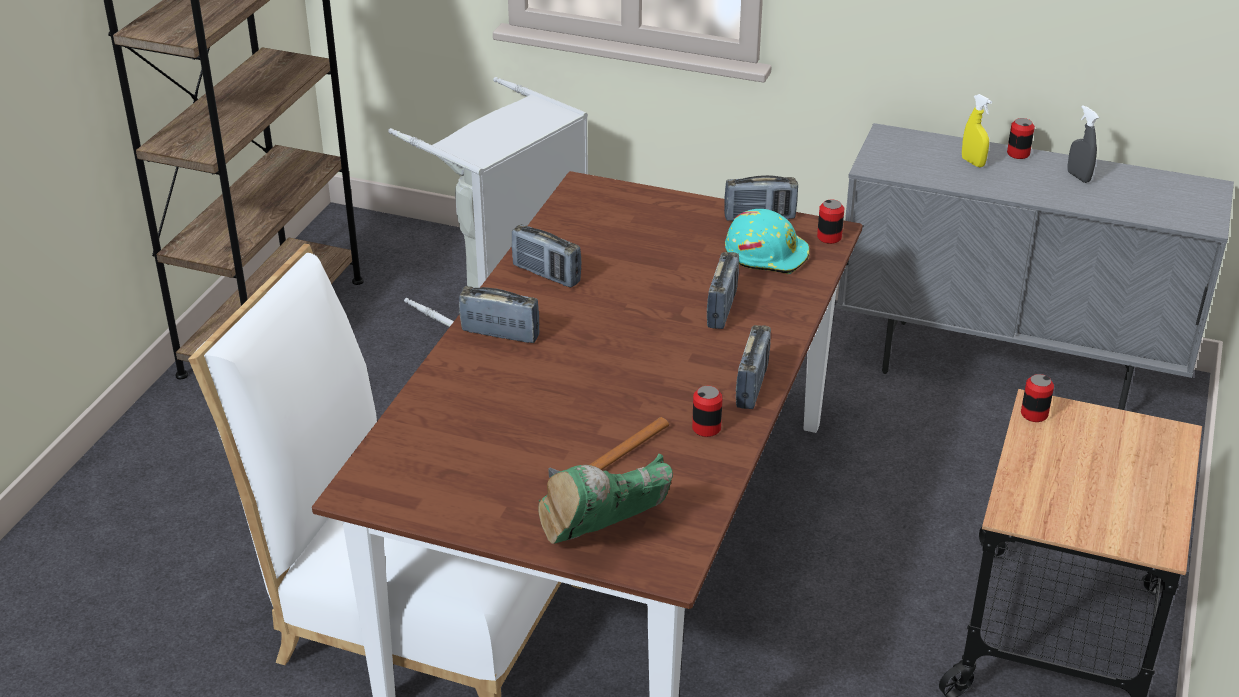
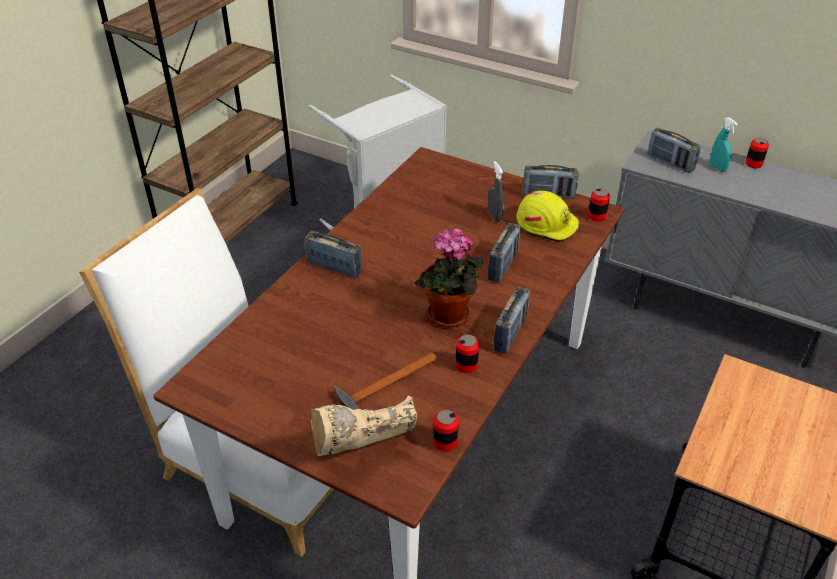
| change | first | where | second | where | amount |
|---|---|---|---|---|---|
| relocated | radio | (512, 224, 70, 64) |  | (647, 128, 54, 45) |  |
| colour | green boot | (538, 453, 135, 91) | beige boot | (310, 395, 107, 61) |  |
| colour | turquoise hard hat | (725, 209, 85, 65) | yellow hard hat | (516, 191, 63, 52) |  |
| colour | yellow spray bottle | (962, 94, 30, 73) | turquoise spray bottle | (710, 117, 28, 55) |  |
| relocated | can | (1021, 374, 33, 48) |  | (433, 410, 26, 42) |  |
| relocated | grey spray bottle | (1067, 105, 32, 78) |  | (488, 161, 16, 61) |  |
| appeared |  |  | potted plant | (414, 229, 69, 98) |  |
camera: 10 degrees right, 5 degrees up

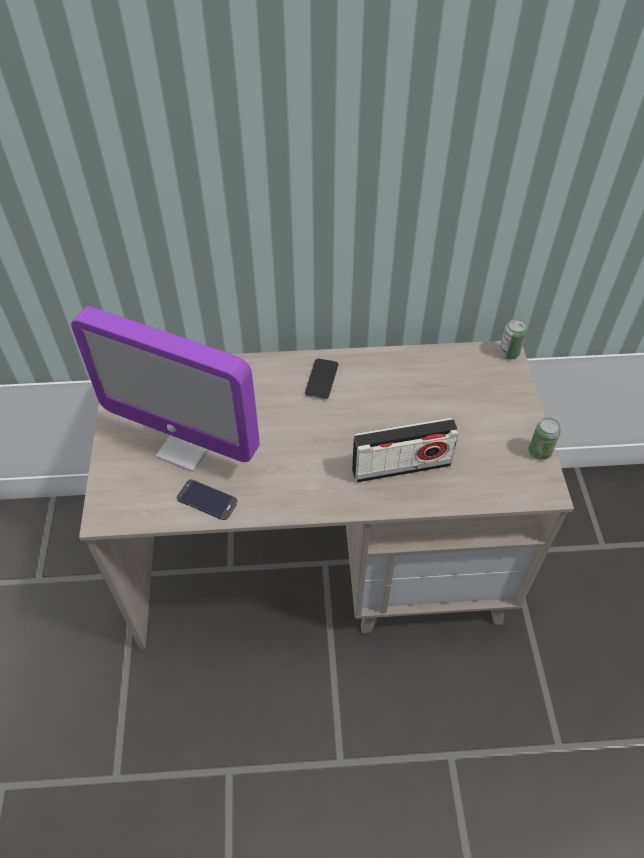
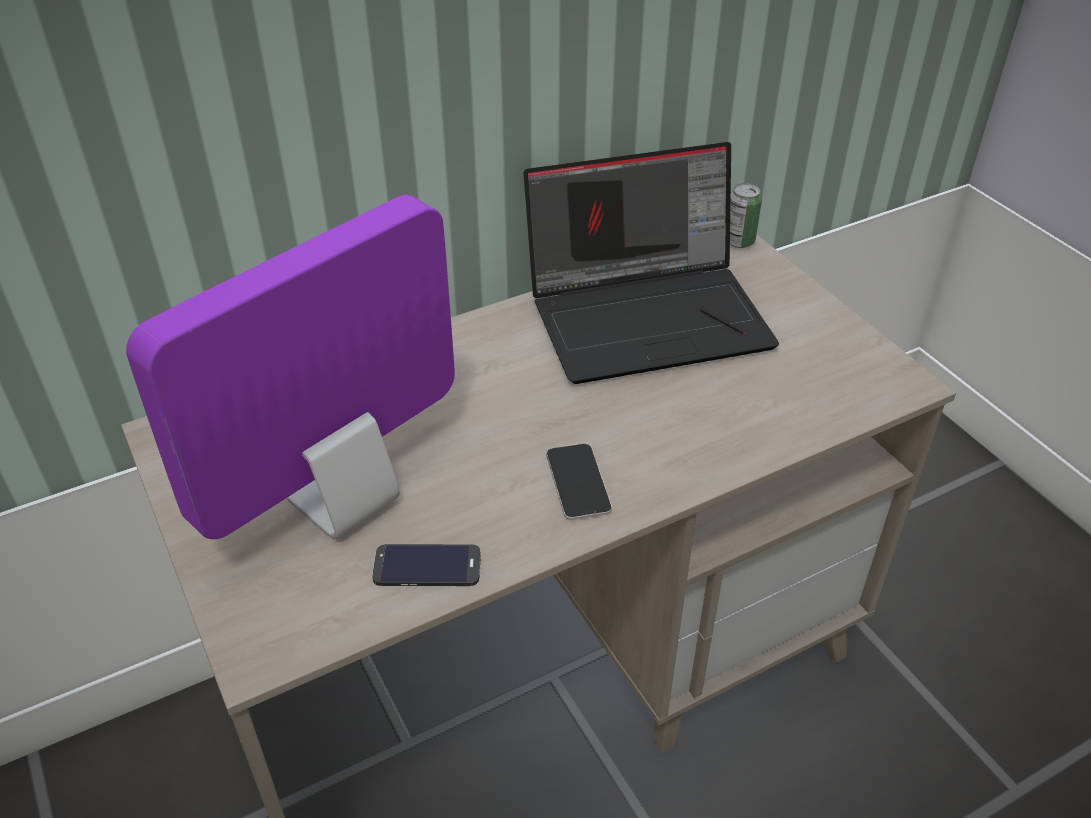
| change | first | where | second | where | amount |
|---|---|---|---|---|---|
| spun | monitor | (71, 306, 189, 166) |  | (126, 195, 329, 344) | 135 degrees clockwise |
| relocated | phone | (304, 358, 35, 43) |  | (546, 443, 66, 77) |  |
| missing | radio | (352, 418, 107, 65) |  |  |  |
| missing | can | (529, 418, 32, 42) |  |  |  |
| appeared |  |  | laptop | (524, 142, 255, 242) |  |
camera: 25 degrees left, 10 degrees down

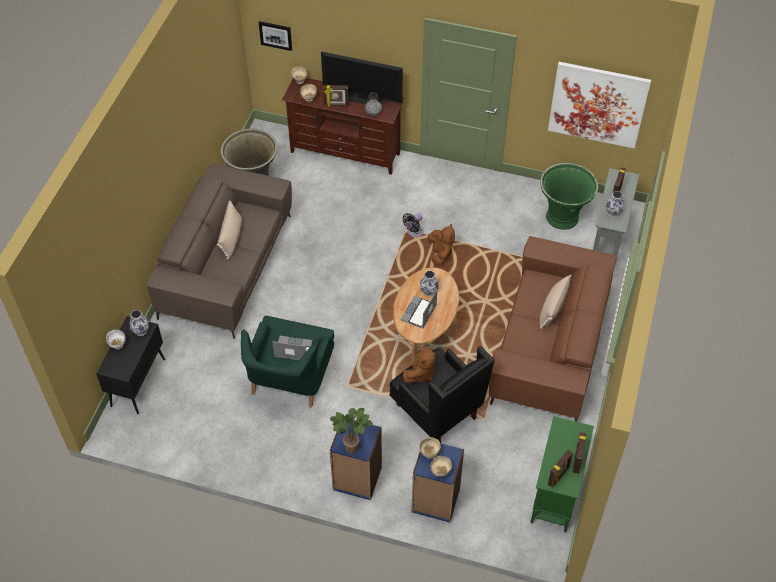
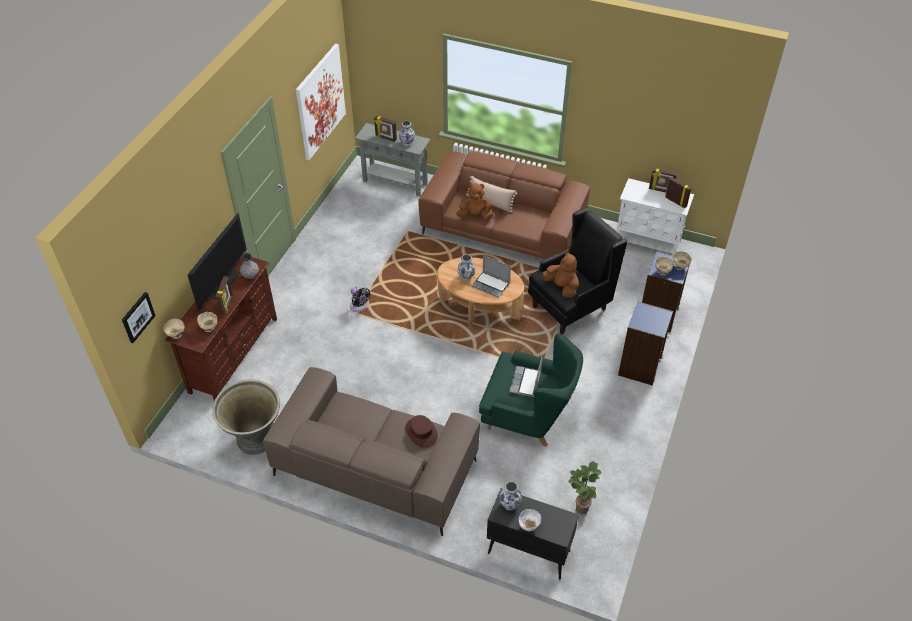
| change | first | where | second | where | amount |
|---|---|---|---|---|---|
| missing | beige pillow | (217, 201, 25, 58) |  |  |  |
| relocated | potted plant | (330, 408, 43, 46) |  | (568, 461, 34, 54) |  |
| relocated | brown plush toy | (428, 224, 27, 42) |  | (456, 182, 38, 39) |  |
| colour | green cabinet | (530, 416, 64, 116) | white cabinet | (616, 178, 78, 78) |  |
| missing | green planter | (540, 163, 58, 67) |  |  |  |
| appeared |  |  | brown hat | (405, 415, 33, 33) |  |
camera: 85 degrees left, 5 degrees down

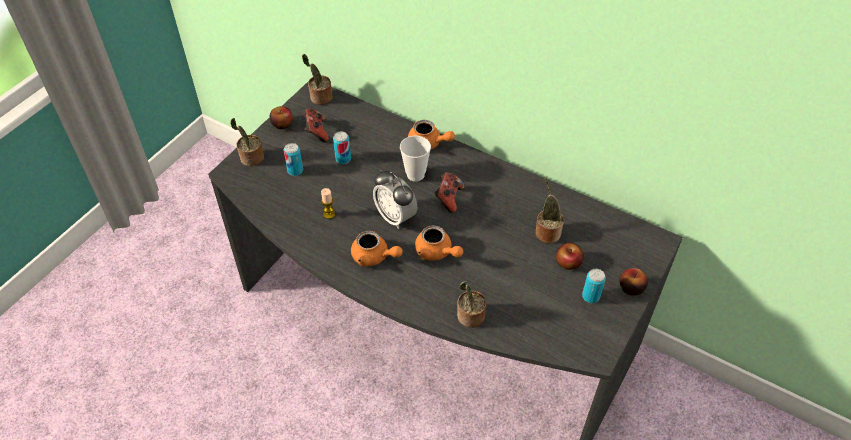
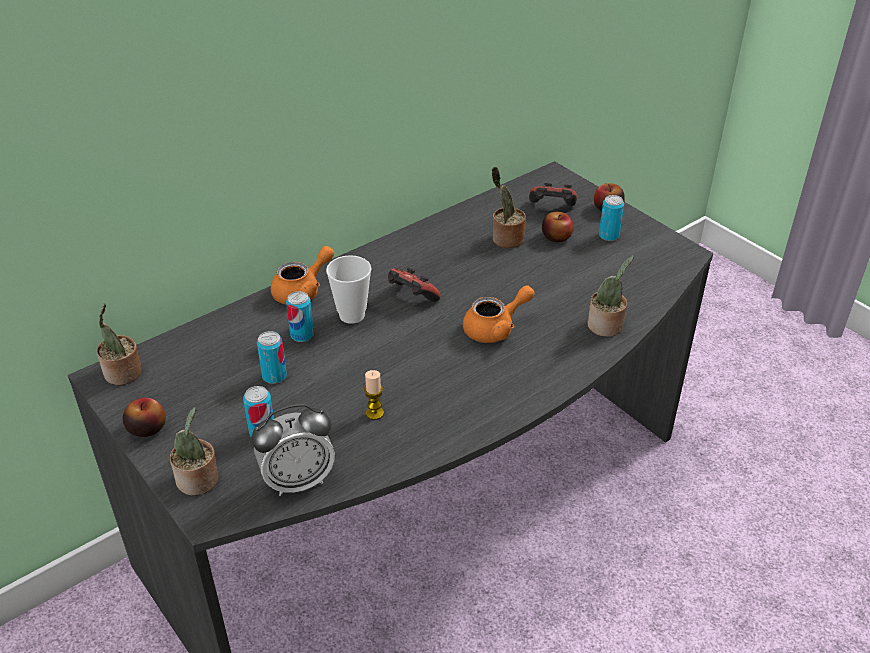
| change | first | where | second | where | amount |
|---|---|---|---|---|---|
| relocated | game controller | (302, 109, 27, 34) |  | (529, 183, 48, 23) |  |
| missing | orange teapot | (351, 231, 52, 35) |  |  |  |
| relocated | alarm clock | (373, 170, 44, 59) |  | (251, 404, 84, 92) |  |
| appeared |  |  | can | (286, 291, 28, 51) |  |
camera: 70 degrees left, 10 degrees down

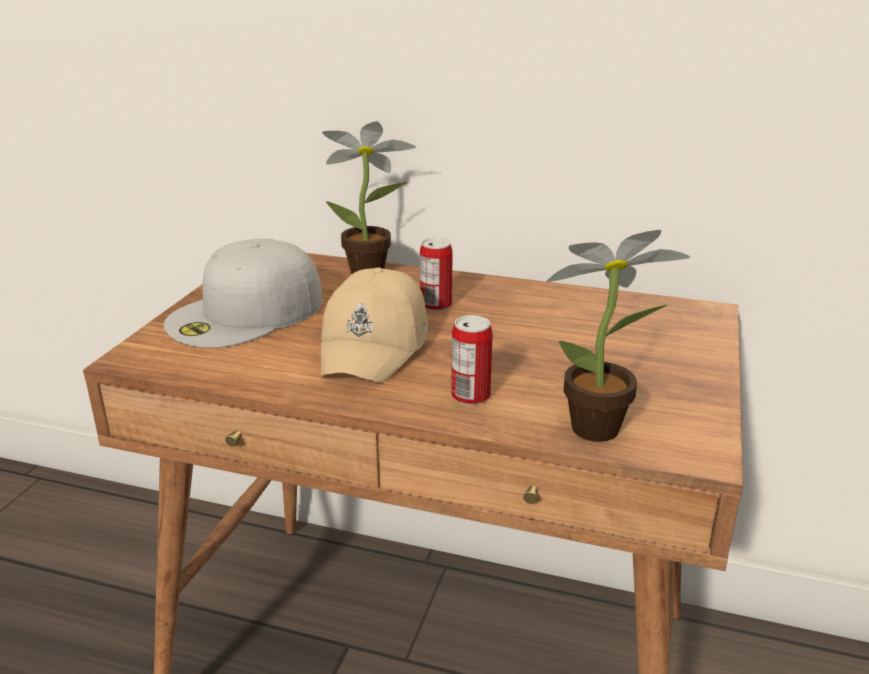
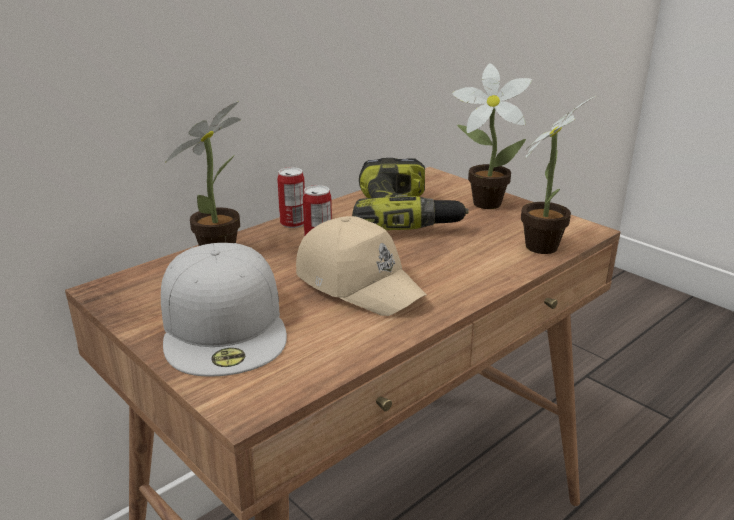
| change | first | where | second | where | amount |
|---|---|---|---|---|---|
| relocated | can | (451, 315, 42, 90) |  | (277, 167, 28, 61) |  |
| appeared |  |  | power drill | (352, 158, 117, 72) |  |
| appeared |  |  | potted plant | (452, 63, 80, 146) |  |
camera: 60 degrees left, 0 degrees up

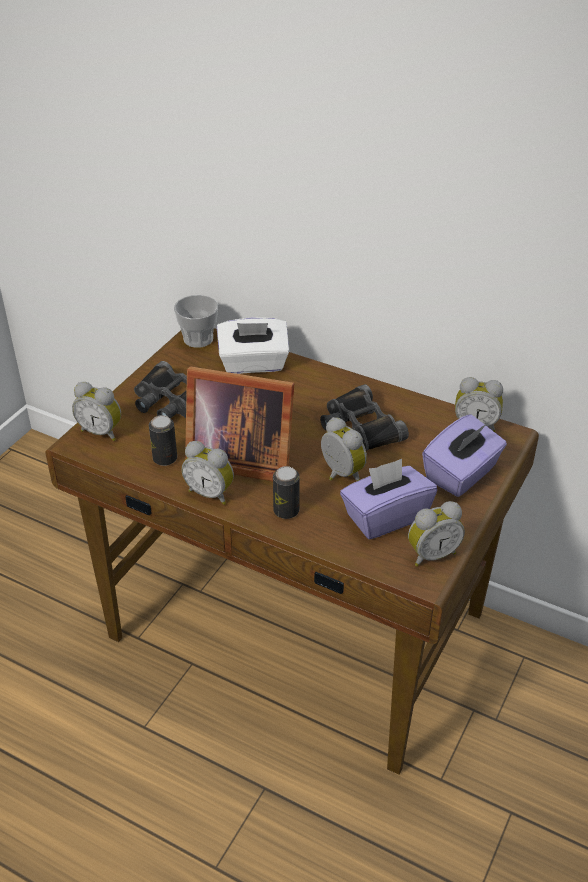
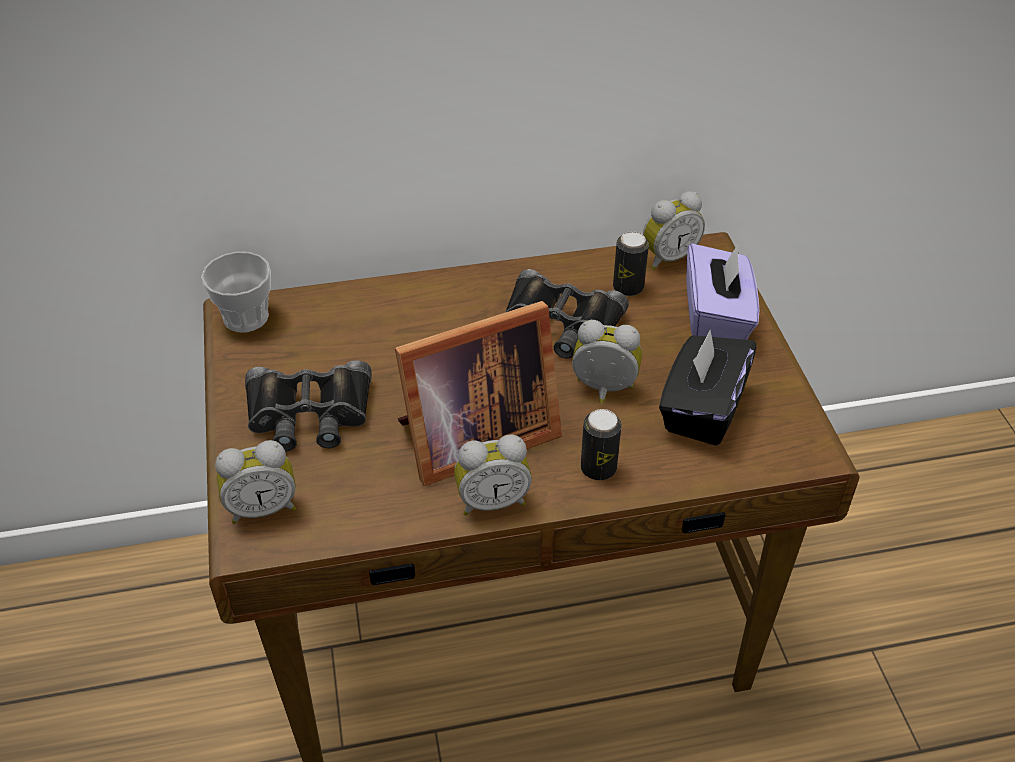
| change | first | where | second | where | amount |
|---|---|---|---|---|---|
| relocated | can | (149, 415, 28, 51) |  | (613, 231, 36, 65) |  |
| missing | white tissue box | (217, 318, 73, 56) |  |  |  |
| colour | purple tissue box | (340, 459, 97, 80) | black tissue box | (659, 330, 98, 116) |  |
| missing | alarm clock | (408, 501, 57, 66) |  |  |  |
camera: 40 degrees left, 5 degrees up

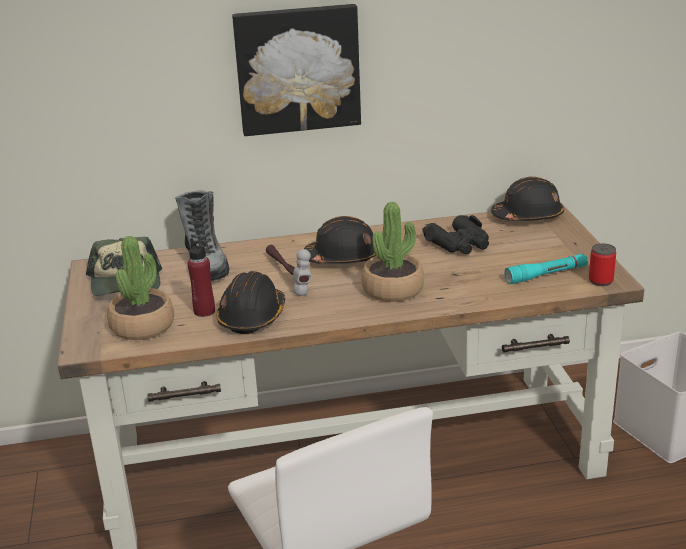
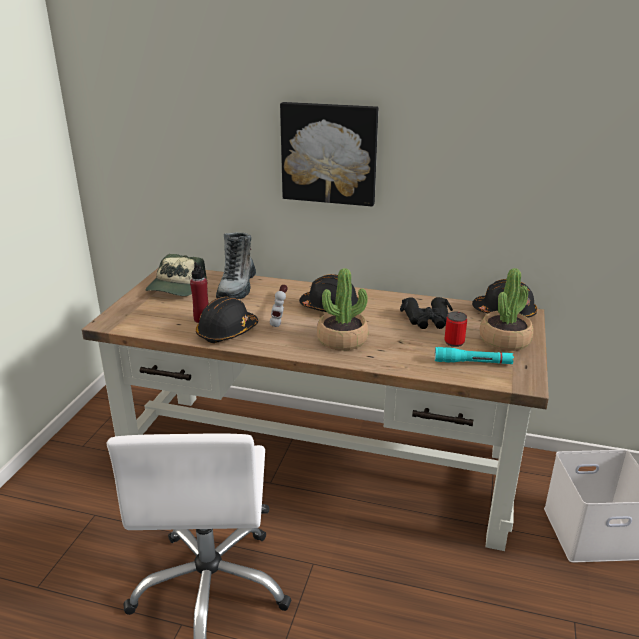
| change | first | where | second | where | amount |
|---|---|---|---|---|---|
| relocated | potted plant | (107, 236, 67, 104) |  | (480, 268, 53, 83) |  |
| relocated | can | (589, 243, 27, 43) |  | (444, 312, 23, 35) |  |
camera: 25 degrees right, 0 degrees up

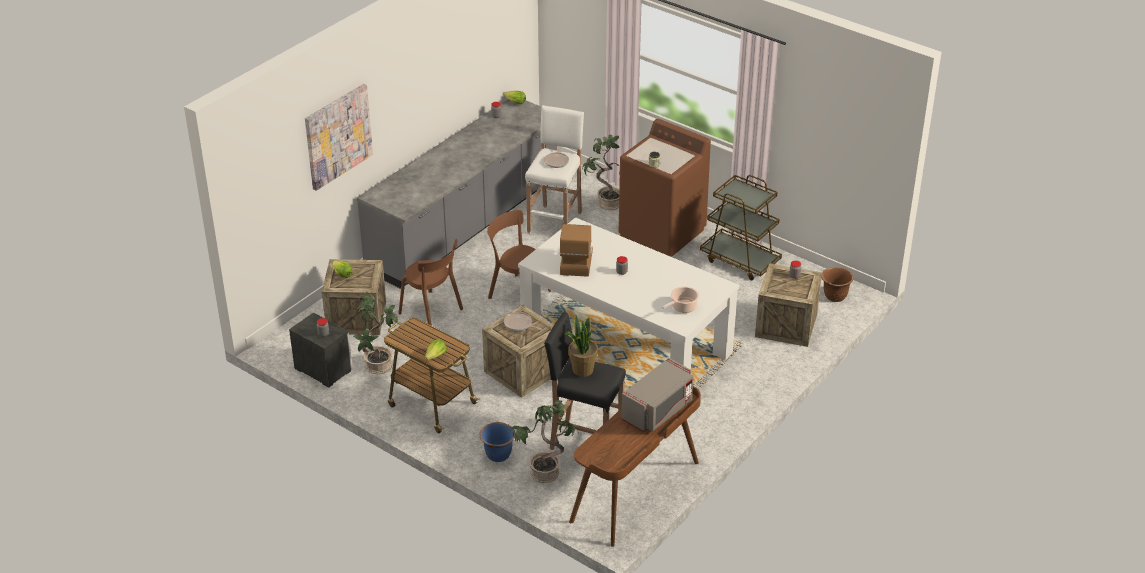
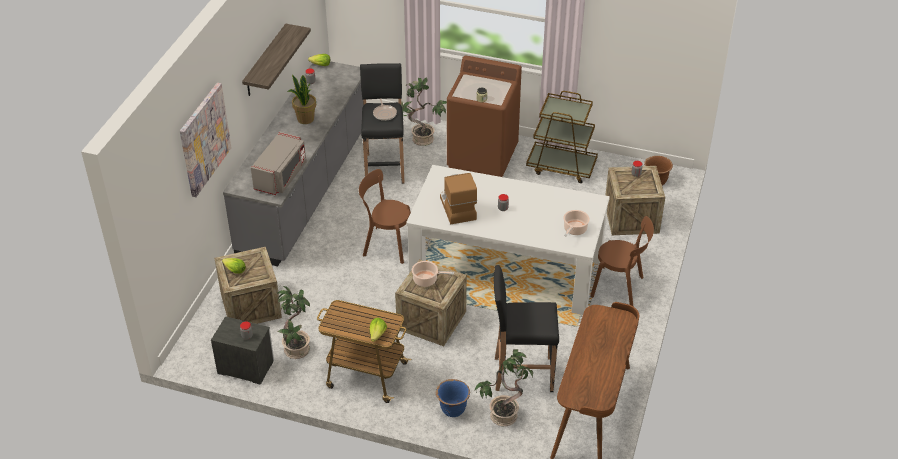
| change | first | where | second | where | amount |
|---|---|---|---|---|---|
| relocated | brown chair | (398, 239, 65, 87) |  | (590, 216, 64, 90) |  |
| exchanged | frying pan | (504, 312, 38, 19) | cooking pot | (412, 261, 42, 26) |  |
| colour | white stool | (525, 105, 59, 129) | black stool | (360, 63, 45, 121) |  |
| relocated | potted plant | (564, 314, 34, 63) |  | (288, 74, 28, 50) |  |
| relocated | grey microwave | (621, 358, 72, 74) |  | (251, 132, 56, 63) |  |
| appeared |  |  | shelf | (242, 24, 69, 72) |  |
camera: 20 degrees left, 5 degrees up

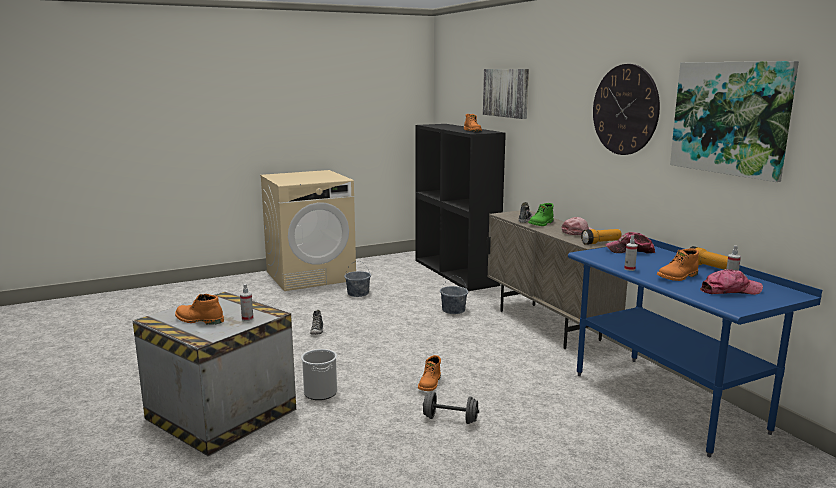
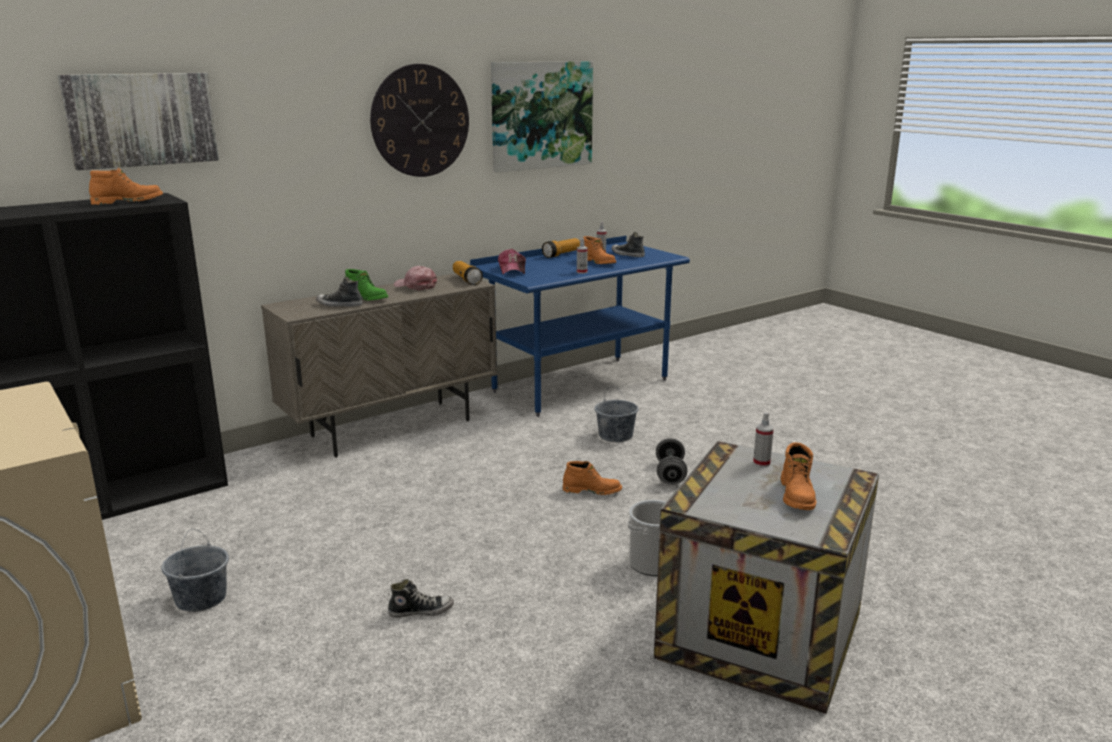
| change | first | where | second | where | amount |
|---|---|---|---|---|---|
| relocated | grey bucket | (440, 275, 28, 39) |  | (594, 386, 45, 56) |  |
| exchanged | cap | (700, 269, 63, 26) | shoe | (612, 232, 33, 25) |  |
camera: 100 degrees left, 5 degrees up

